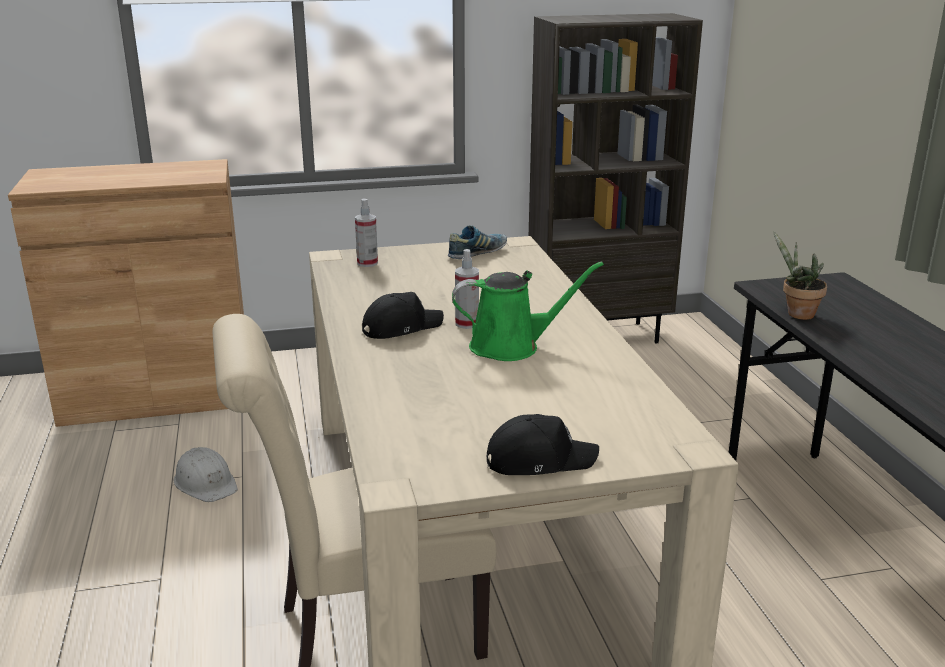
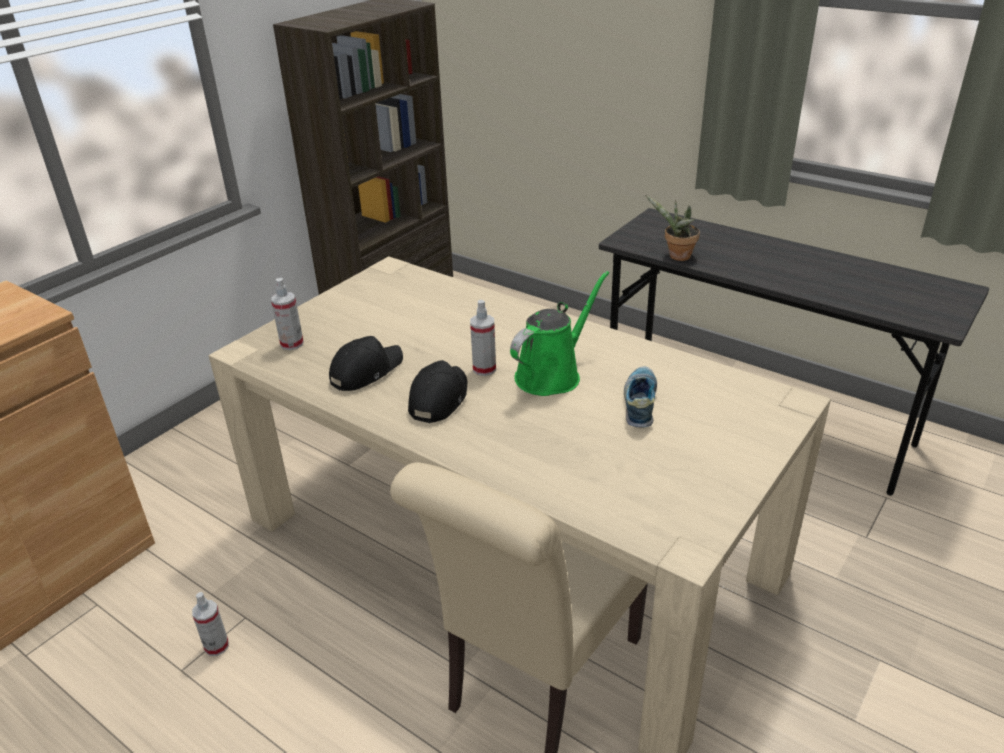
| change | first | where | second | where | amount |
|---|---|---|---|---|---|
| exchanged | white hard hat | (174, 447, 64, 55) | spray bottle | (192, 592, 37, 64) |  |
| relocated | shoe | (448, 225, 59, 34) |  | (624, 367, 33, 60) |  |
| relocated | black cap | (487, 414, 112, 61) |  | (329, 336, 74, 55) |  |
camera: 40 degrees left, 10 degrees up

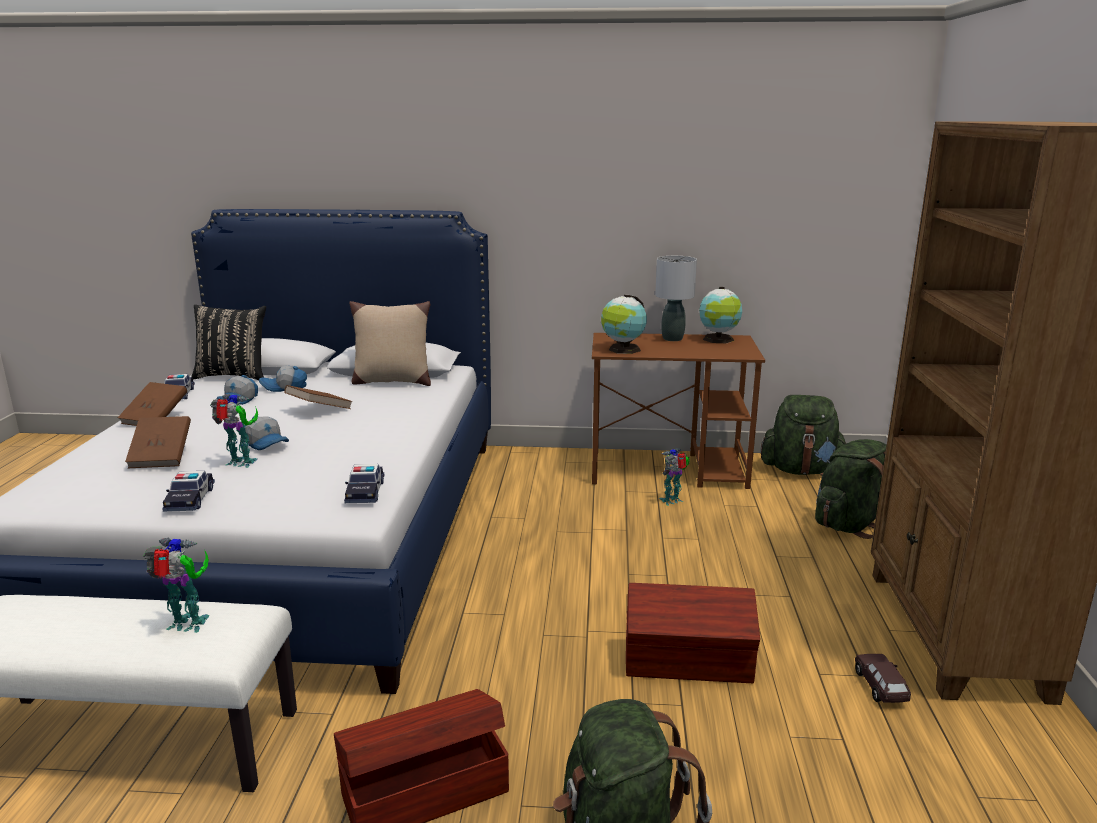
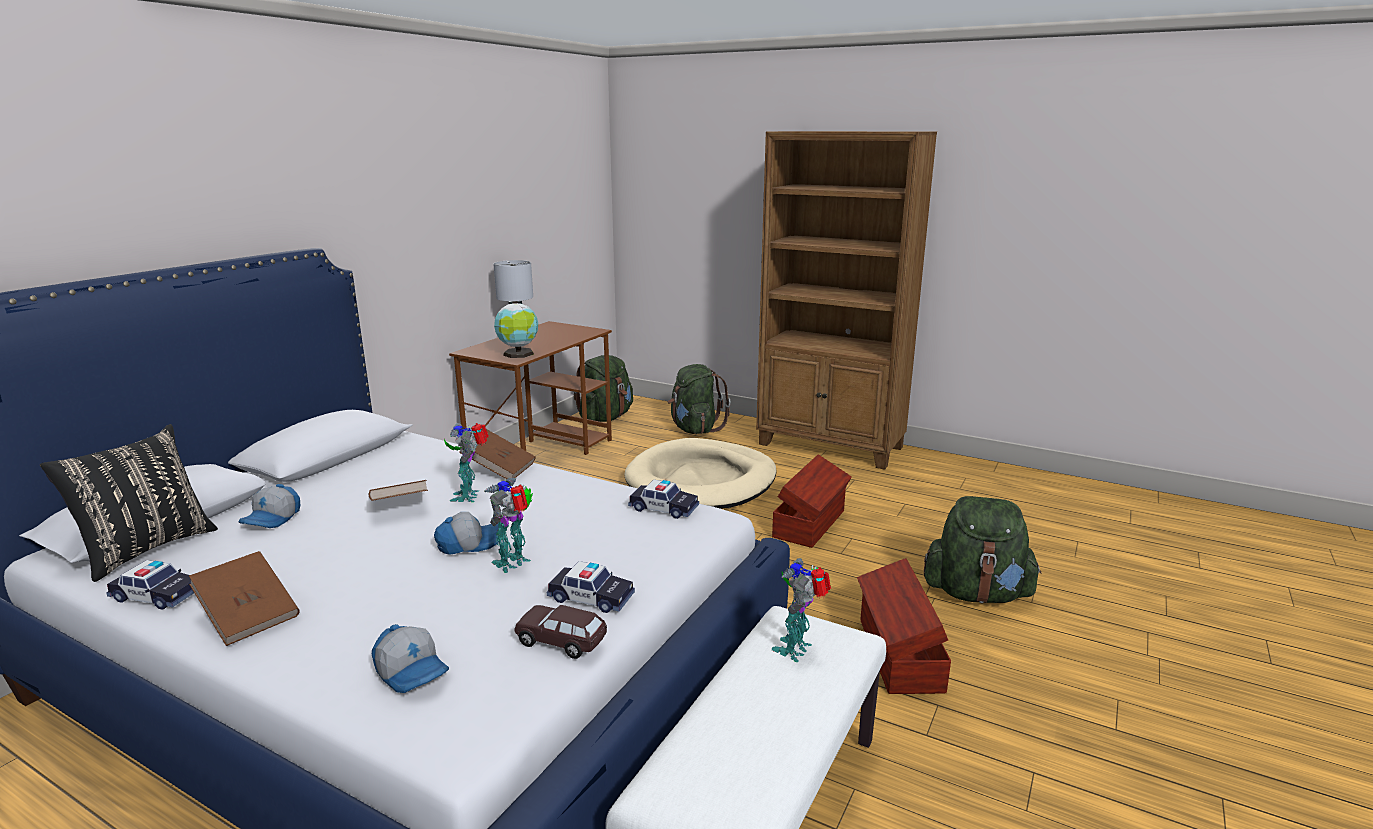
| change | first | where | second | where | amount |
|---|---|---|---|---|---|
| relocated | brown book | (125, 416, 66, 52) |  | (459, 429, 77, 50) |  |
| relocated | cap | (216, 375, 42, 30) |  | (372, 624, 77, 69) |  |
| missing | beige pillow | (349, 301, 82, 85) |  |  |  |
| relocated | toy robot | (659, 448, 31, 58) |  | (444, 423, 45, 79) |  |
| missing | globe | (699, 287, 43, 56) |  |  |  |
| relocated | brown toy car | (855, 654, 56, 49) |  | (514, 605, 93, 54) |  |
| appeared |  |  | beige dog bed | (624, 438, 153, 71) |  |
camera: 65 degrees left, 0 degrees up

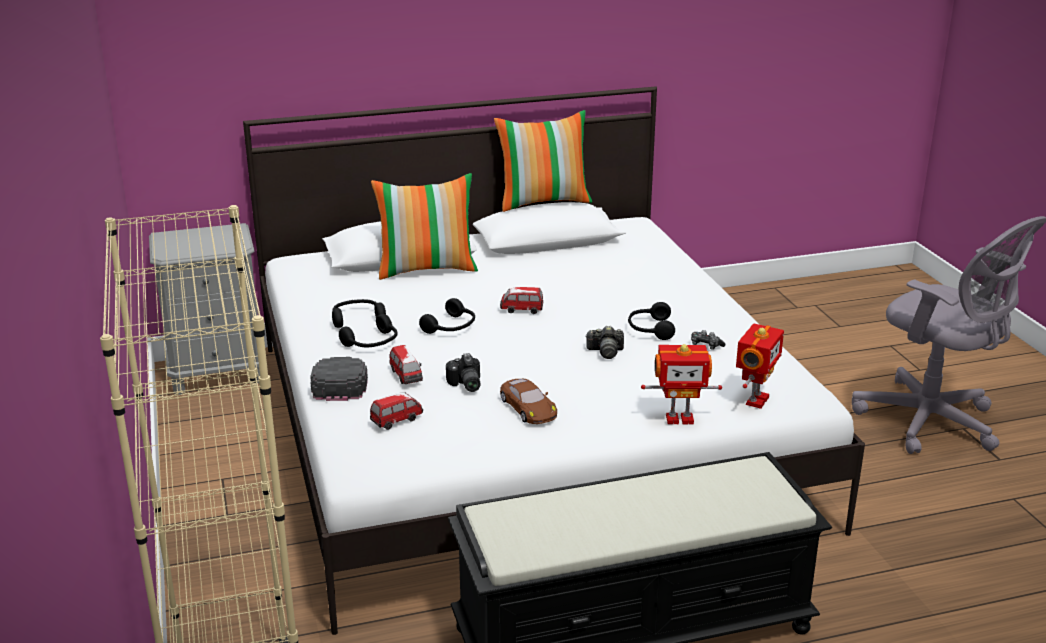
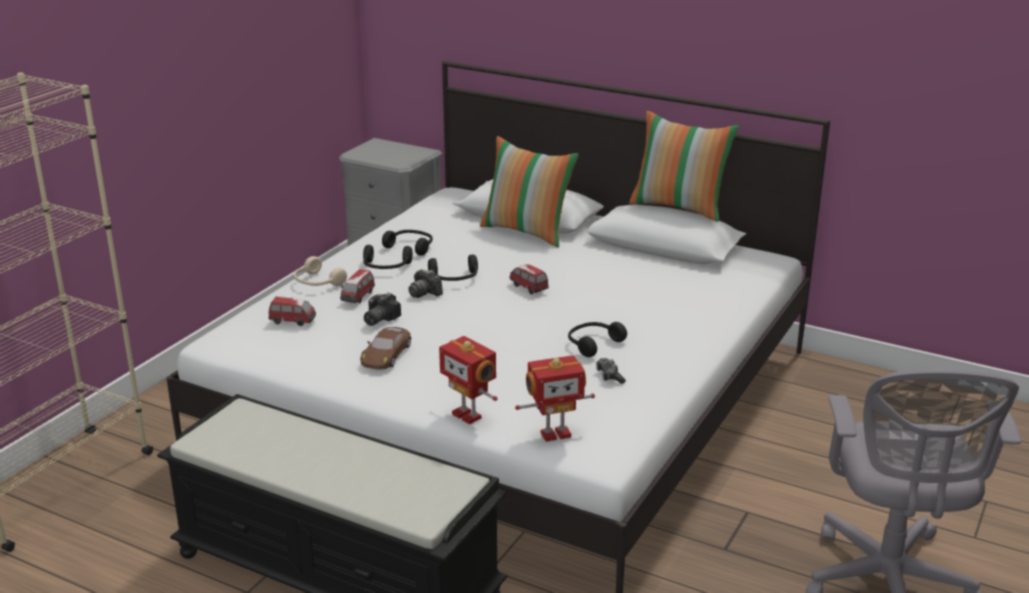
| change | first | where | second | where | amount |
|---|---|---|---|---|---|
| exchanged | black cap | (310, 357, 58, 44) | beige headphones | (294, 256, 53, 30) |  |
| relocated | photo camera | (585, 326, 39, 33) |  | (408, 269, 35, 29) |  |
camera: 45 degrees right, 0 degrees up

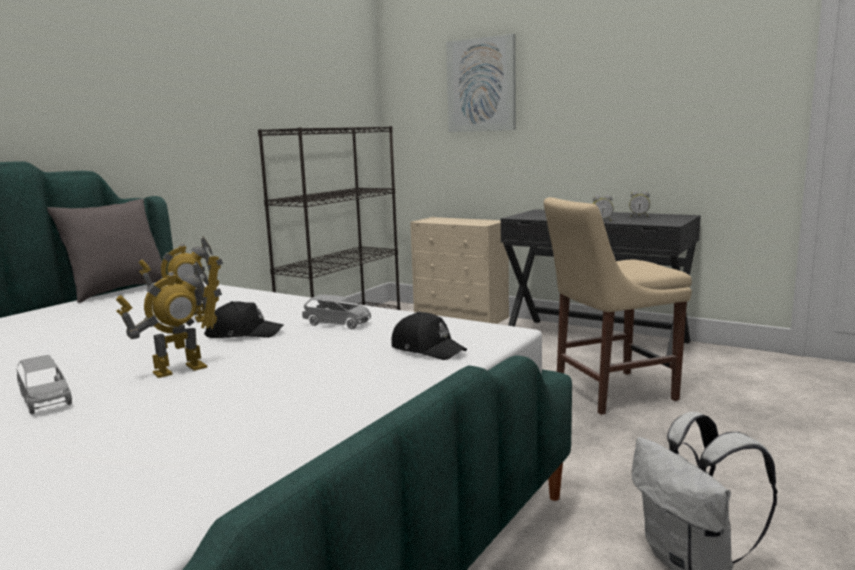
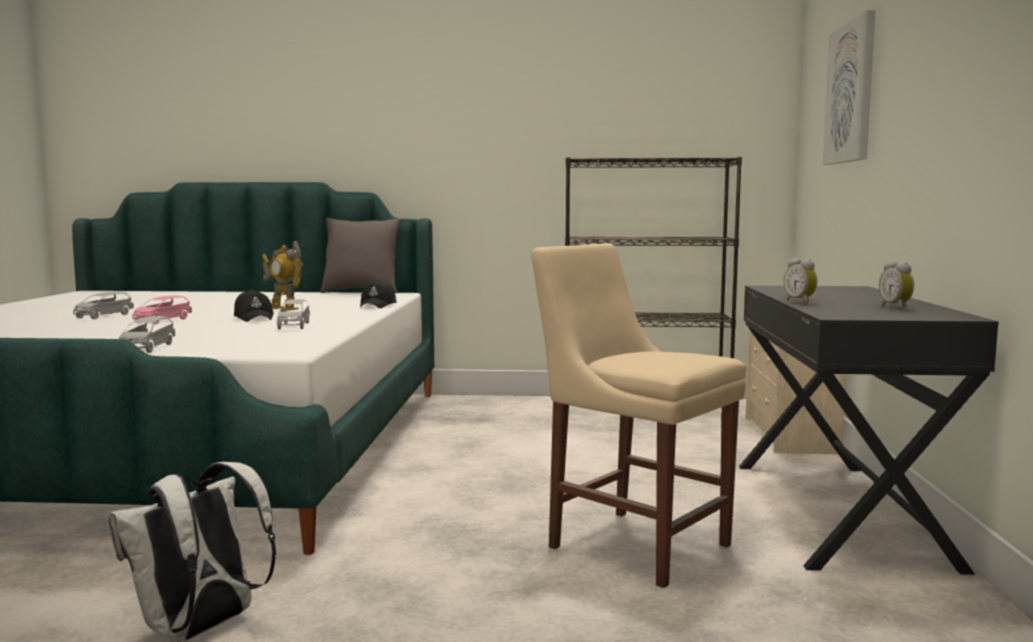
| change | first | where | second | where | amount |
|---|---|---|---|---|---|
| exchanged | toy robot | (116, 261, 106, 117) | pink toy car | (133, 296, 59, 28) |  |
| relocated | black cap | (391, 312, 76, 48) |  | (360, 280, 37, 28) |  |
| appeared |  |  | grey toy car | (119, 316, 56, 37) |  |
camera: 60 degrees right, 5 degrees down

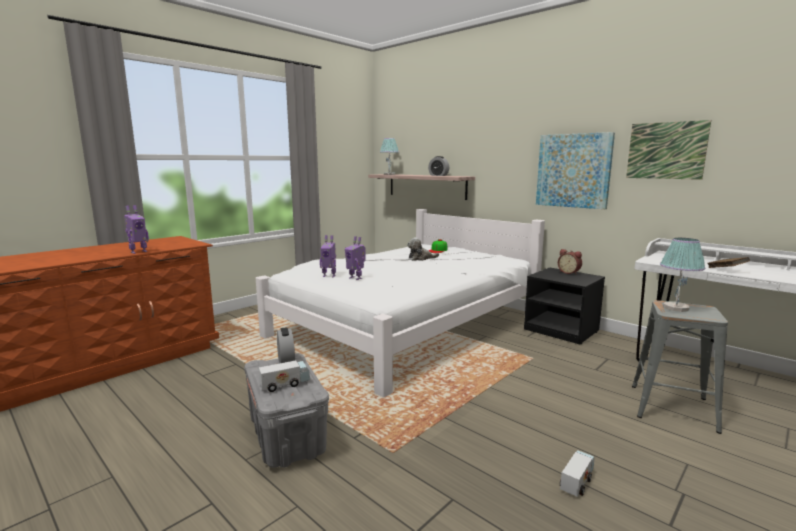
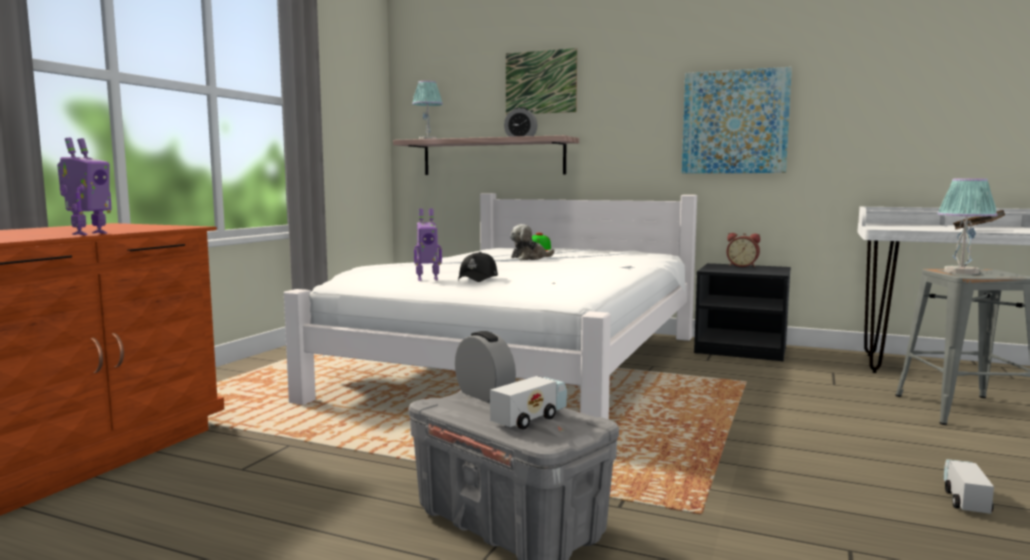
| change | first | where | second | where | amount |
|---|---|---|---|---|---|
| exchanged | toy robot | (345, 236, 21, 44) | black cap | (458, 252, 40, 30) |  |
| relocated | picture | (626, 120, 85, 60) |  | (506, 48, 71, 67) |  |
camera: 20 degrees left, 5 degrees down

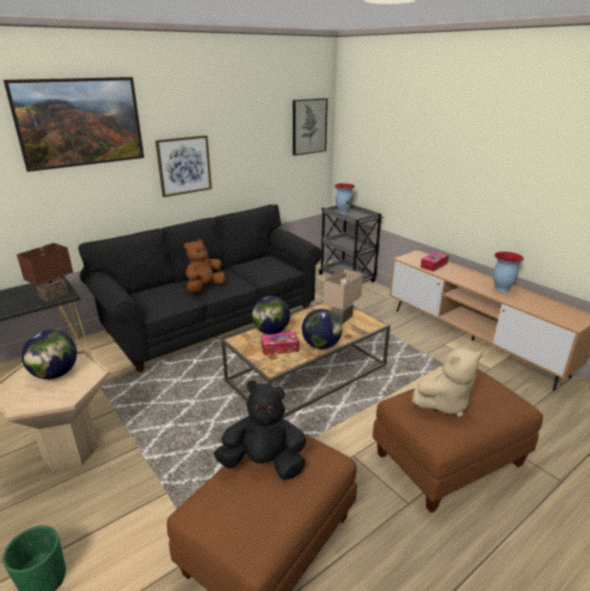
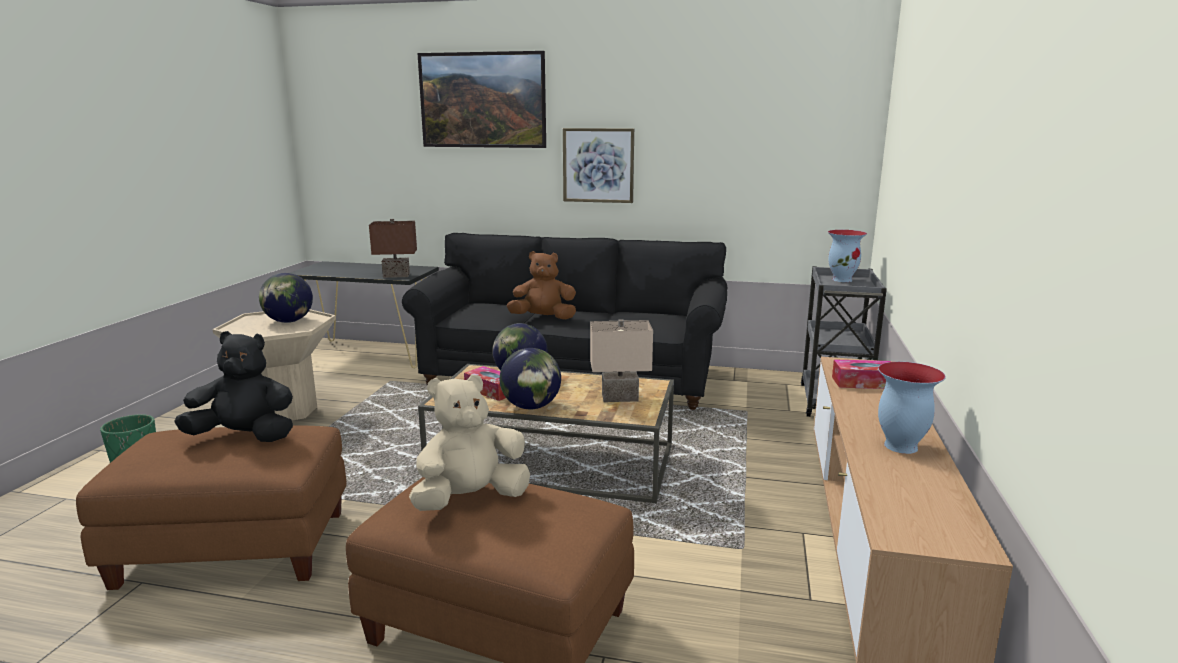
| change | first | where | second | where | amount |
|---|---|---|---|---|---|
| spun | black plush toy | (214, 381, 92, 99) |  | (174, 331, 119, 111) | 60 degrees counterclockwise |
| missing | picture | (293, 98, 35, 58) |  |  |  |
| spun | beige plush toy | (412, 348, 71, 69) |  | (409, 374, 121, 137) | 120 degrees clockwise |
camera: 50 degrees right, 10 degrees down

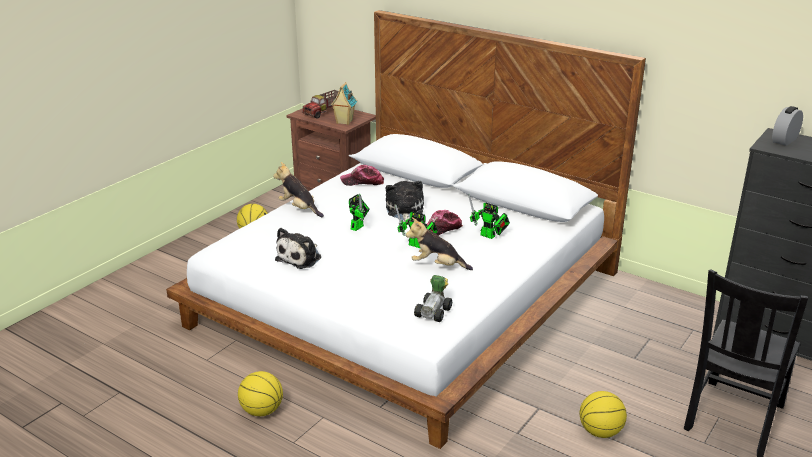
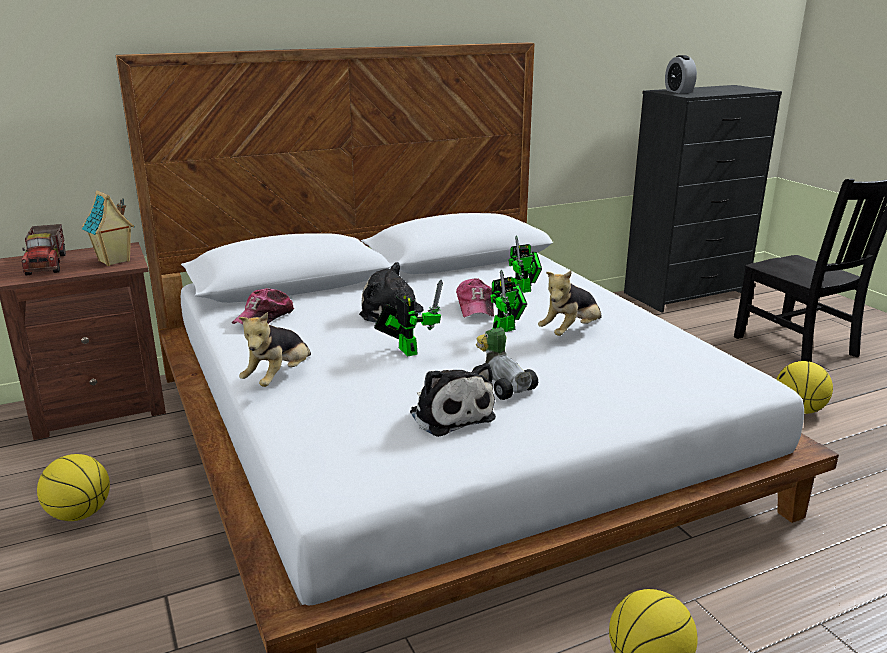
| change | first | where | second | where | amount |
|---|---|---|---|---|---|
| spun | plush toy | (273, 162, 51, 55) |  | (239, 312, 72, 75) | 45 degrees counterclockwise |
| relocated | toy car | (414, 275, 38, 47) |  | (472, 327, 66, 73) |  |
camera: 60 degrees left, 5 degrees down

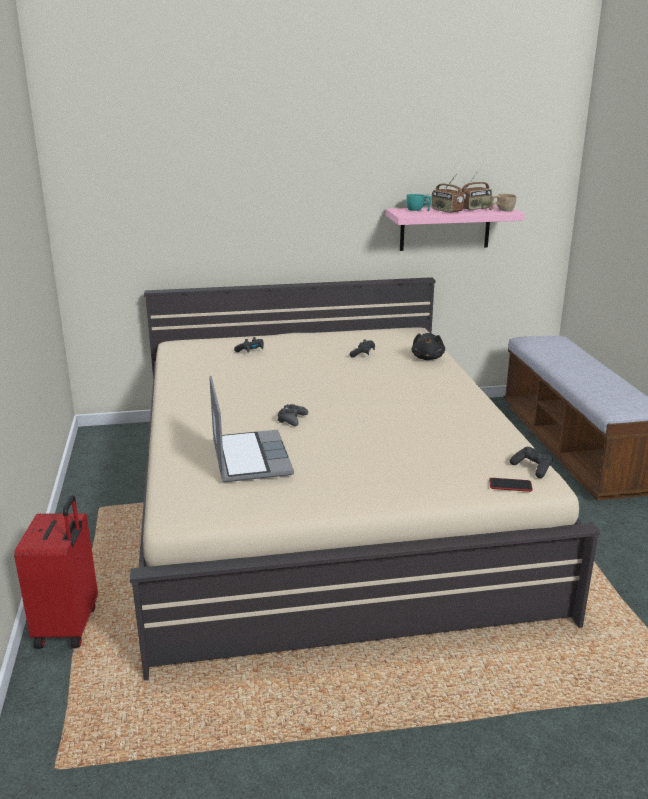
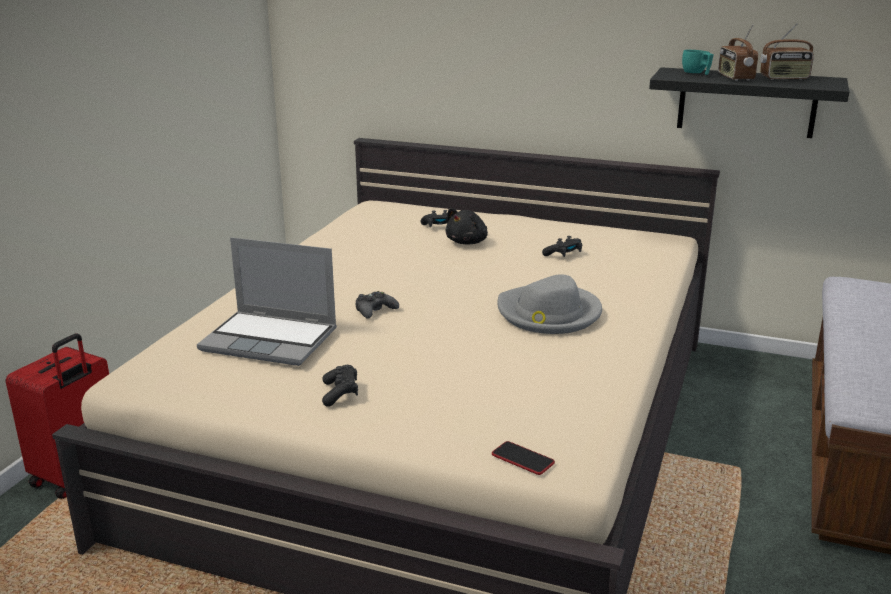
| change | first | where | second | where | amount |
|---|---|---|---|---|---|
| spun | laptop | (209, 376, 85, 106) |  | (197, 237, 140, 129) | 90 degrees clockwise |
| colour | pink shelf | (386, 205, 139, 46) | black shelf | (649, 67, 200, 71) |  |
| relocated | black plush toy | (411, 333, 34, 27) |  | (445, 208, 43, 37) |  |
| missing | beige cup | (489, 194, 28, 18) |  |  |  |
| relocated | black game controller | (510, 447, 43, 31) |  | (322, 365, 36, 42) |  |
| appeared |  |  | grey hat | (497, 274, 105, 60) |  |
camera: 30 degrees right, 0 degrees up

